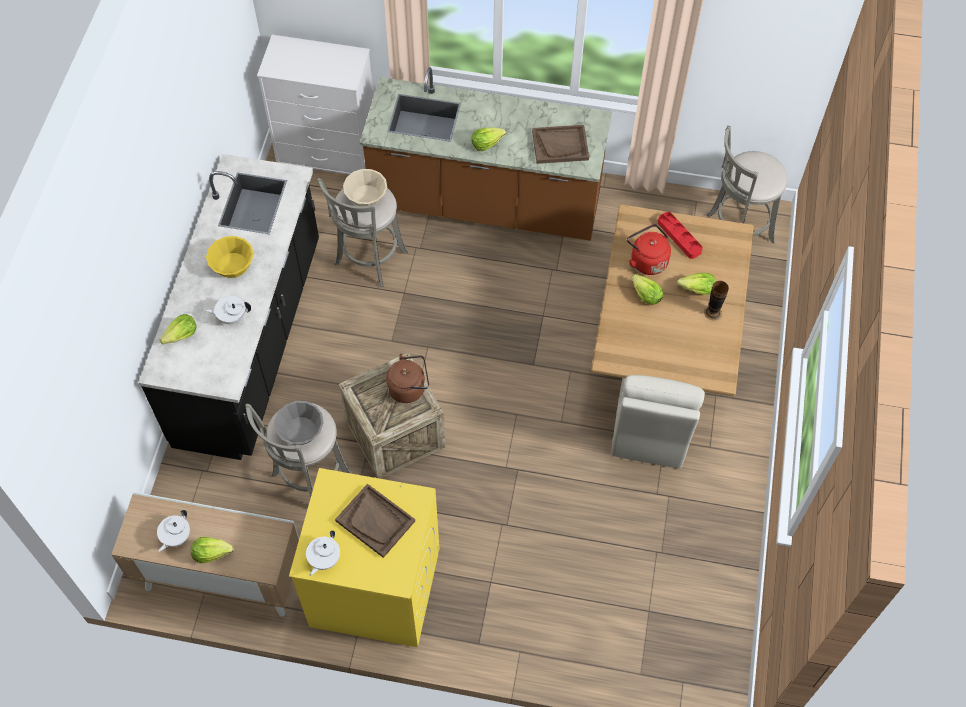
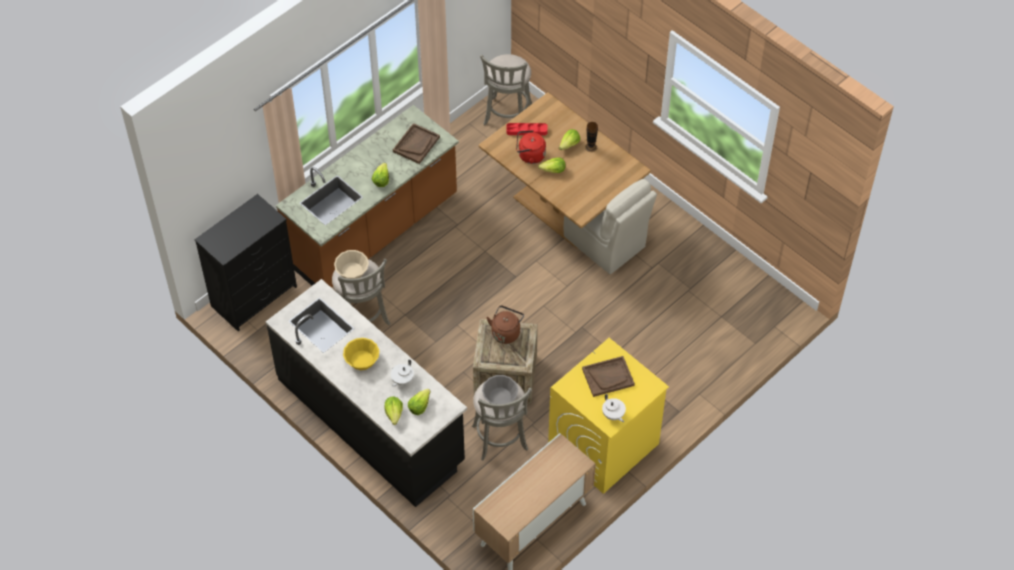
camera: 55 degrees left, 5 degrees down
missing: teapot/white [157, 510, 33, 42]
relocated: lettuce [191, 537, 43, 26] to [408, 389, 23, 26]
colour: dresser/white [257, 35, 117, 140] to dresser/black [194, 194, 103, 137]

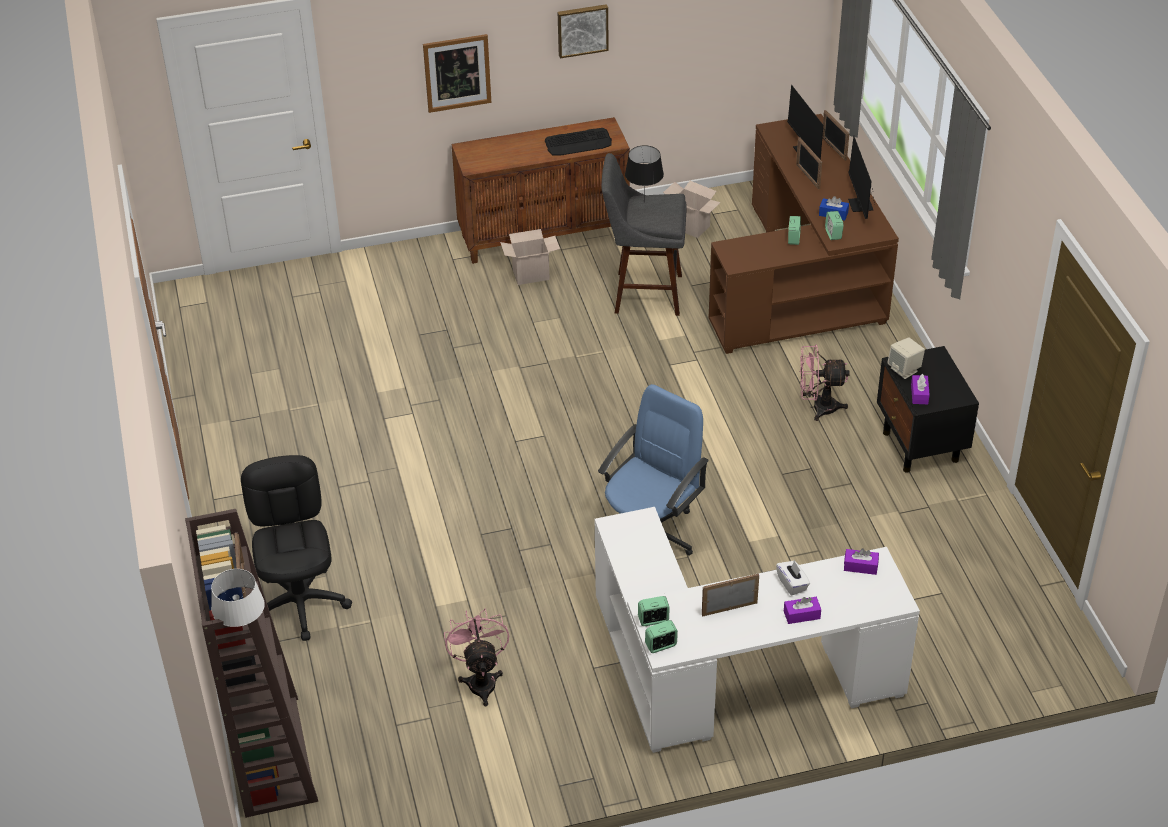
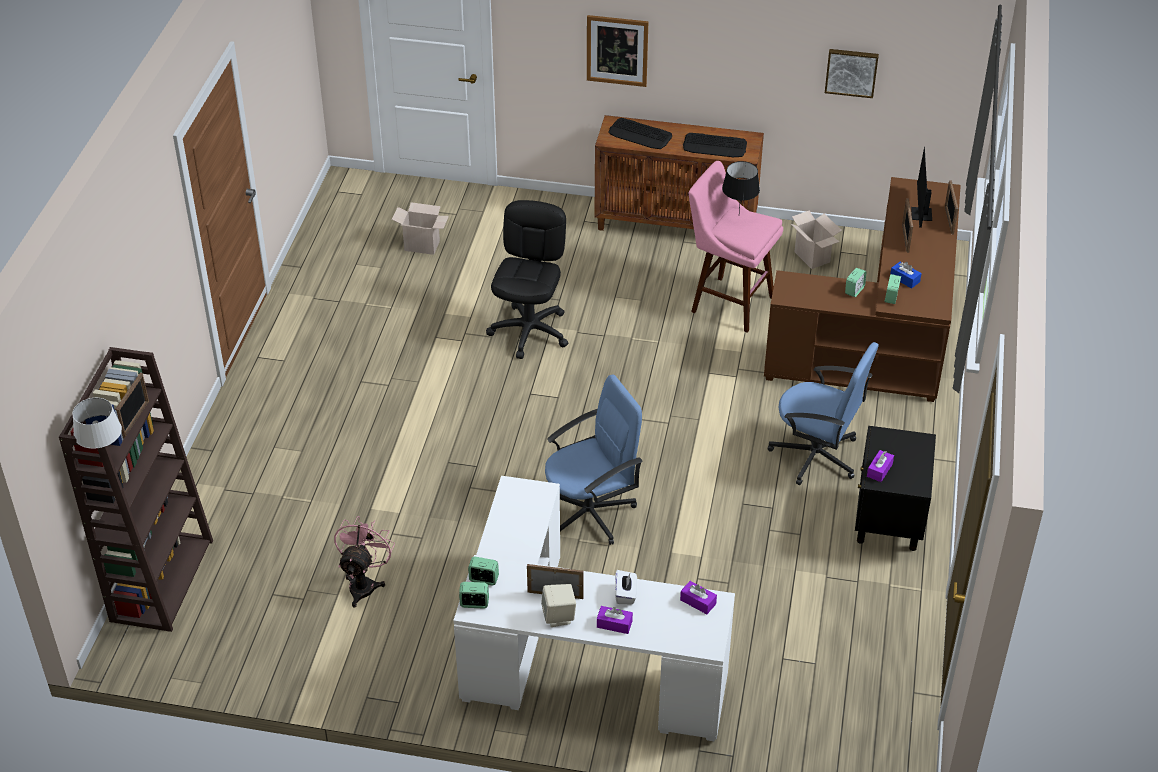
camera: 25 degrees right, 0 degrees up
missing: monitor [848, 136, 27, 83]
appeared: keyboard [608, 118, 64, 31]
relocated: picture [558, 4, 51, 54] to [825, 49, 54, 49]; cardboard box [500, 229, 60, 56] to [392, 202, 57, 53]; speaker/beige [887, 337, 38, 42] to [541, 584, 35, 43]; office chair/black [241, 455, 111, 186] to [486, 200, 82, 159]
exchanged: fan/pink [800, 345, 50, 76] to office chair/blue [768, 342, 111, 143]
colour: stool/grey [601, 153, 86, 163] to stool/pink [689, 161, 94, 172]

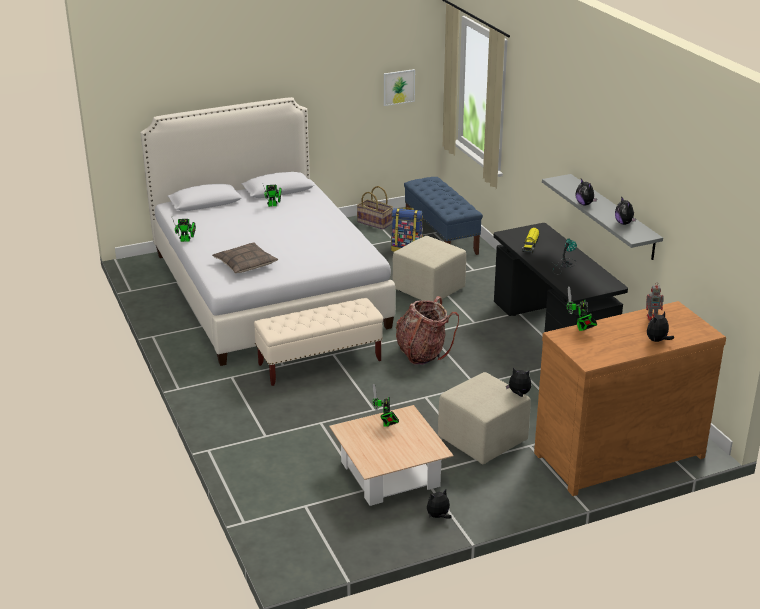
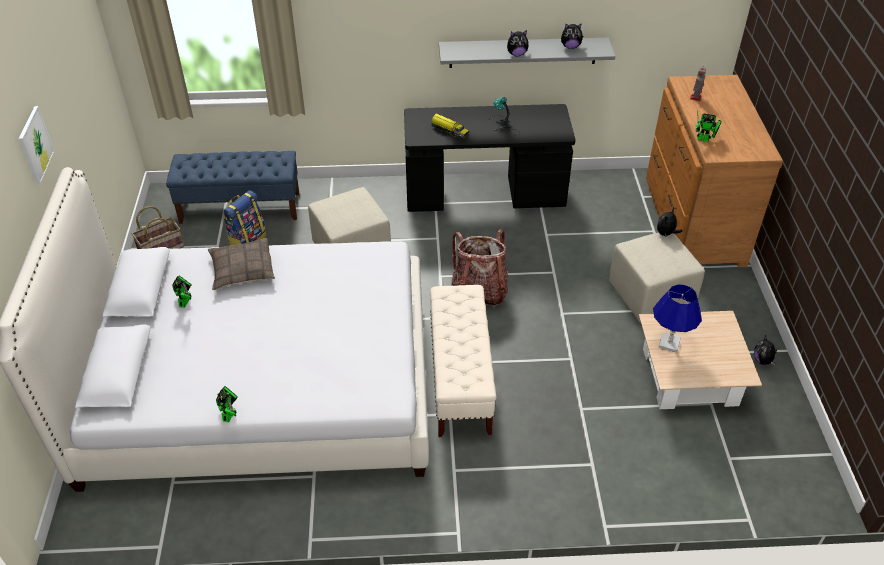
camera: 70 degrees left, 15 degrees up
missing: plush toy [647, 311, 27, 31]
relocated: picture [384, 69, 31, 37] to [19, 106, 36, 78]; pillow [212, 242, 66, 31] to [208, 238, 67, 52]
exchanged: toy robot [373, 384, 26, 43] to table lamp/blue [653, 284, 49, 68]

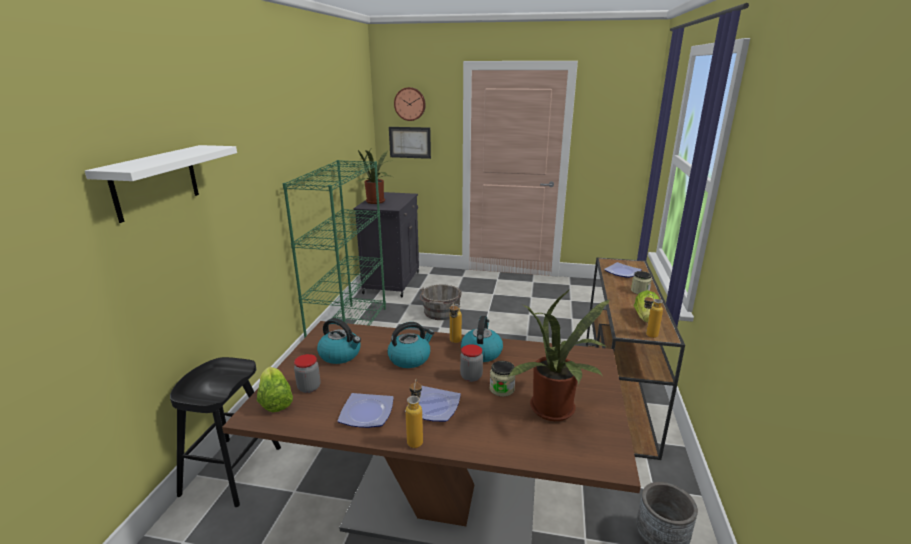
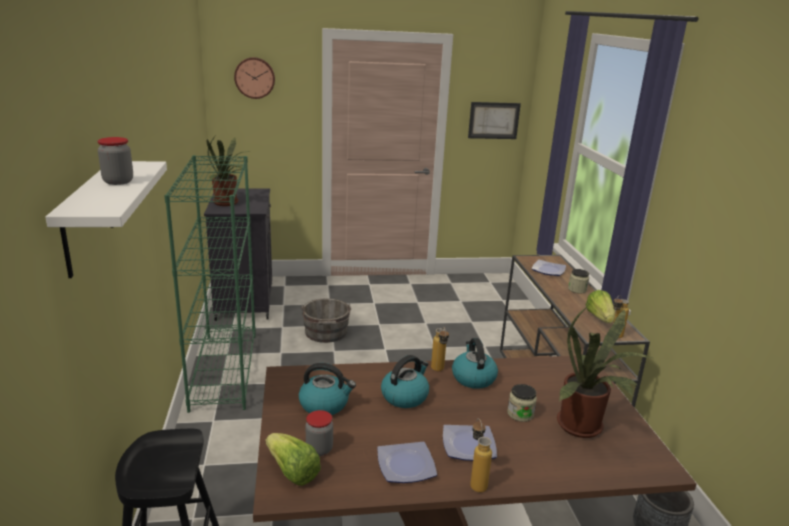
camera: 20 degrees left, 0 degrees up
relocated: picture [389, 127, 42, 32] to [468, 102, 53, 37]; jar [460, 344, 23, 38] to [97, 137, 36, 48]

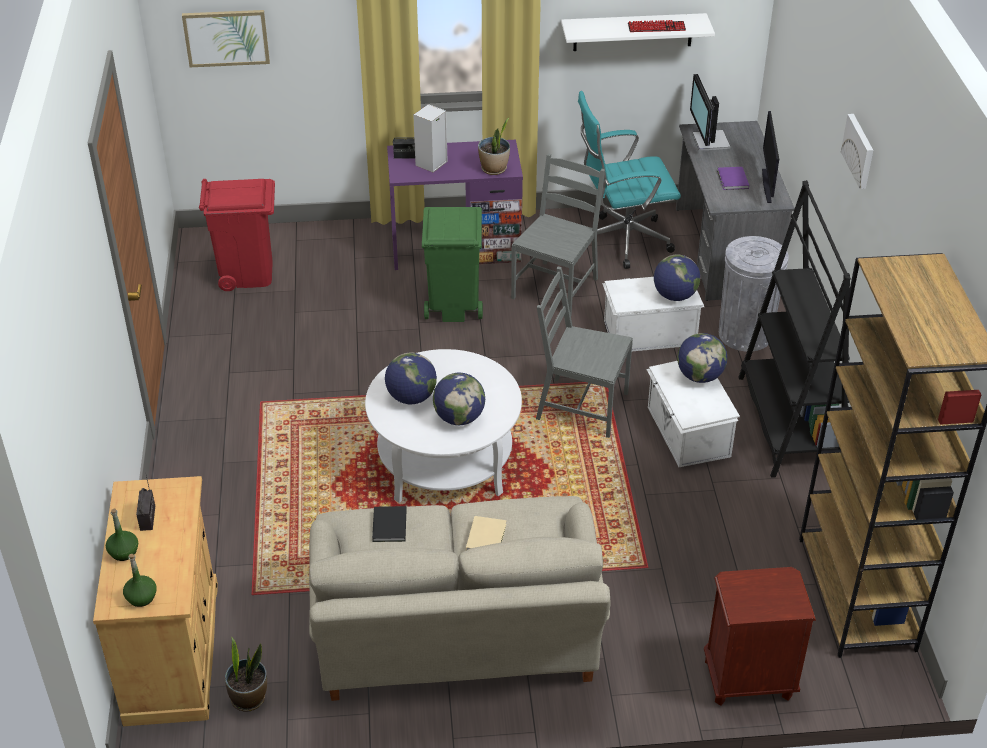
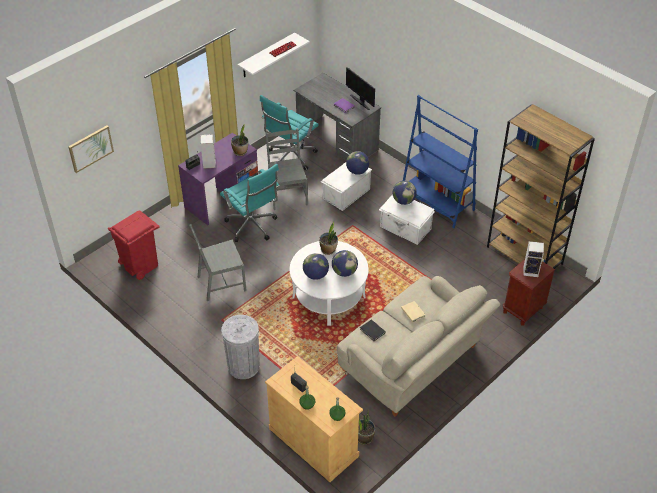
camera: 40 degrees left, 5 degrees up
missing: monitor [690, 74, 41, 77]; picture [841, 114, 32, 75]
appeared: potted plant [319, 222, 19, 33]; speaker [523, 241, 21, 36]
relocated: trash can/grey [719, 236, 70, 115] to [221, 315, 39, 64]; chair/grey [536, 267, 97, 171] to [190, 224, 56, 77]
exchanged: trash can/green [422, 207, 61, 115] to office chair/turquoise [220, 164, 59, 78]
colour: bookcase/black [738, 180, 113, 298] to bookcase/blue [403, 95, 75, 134]

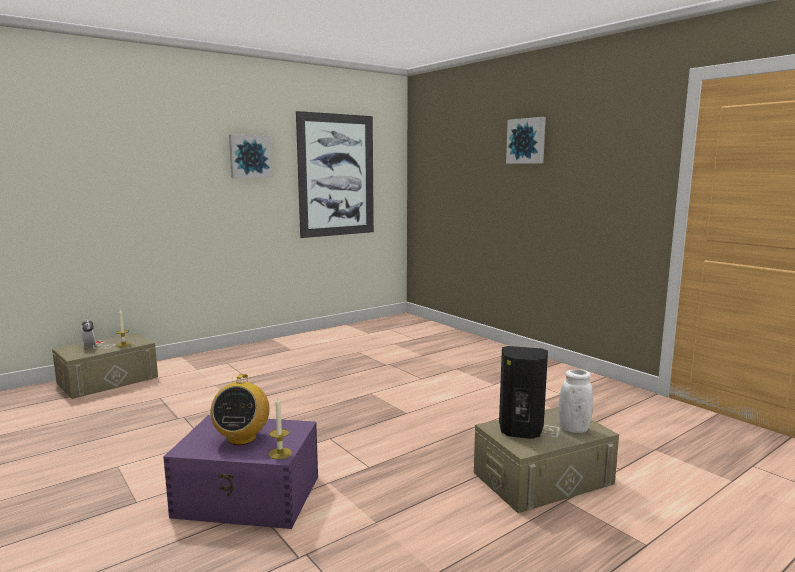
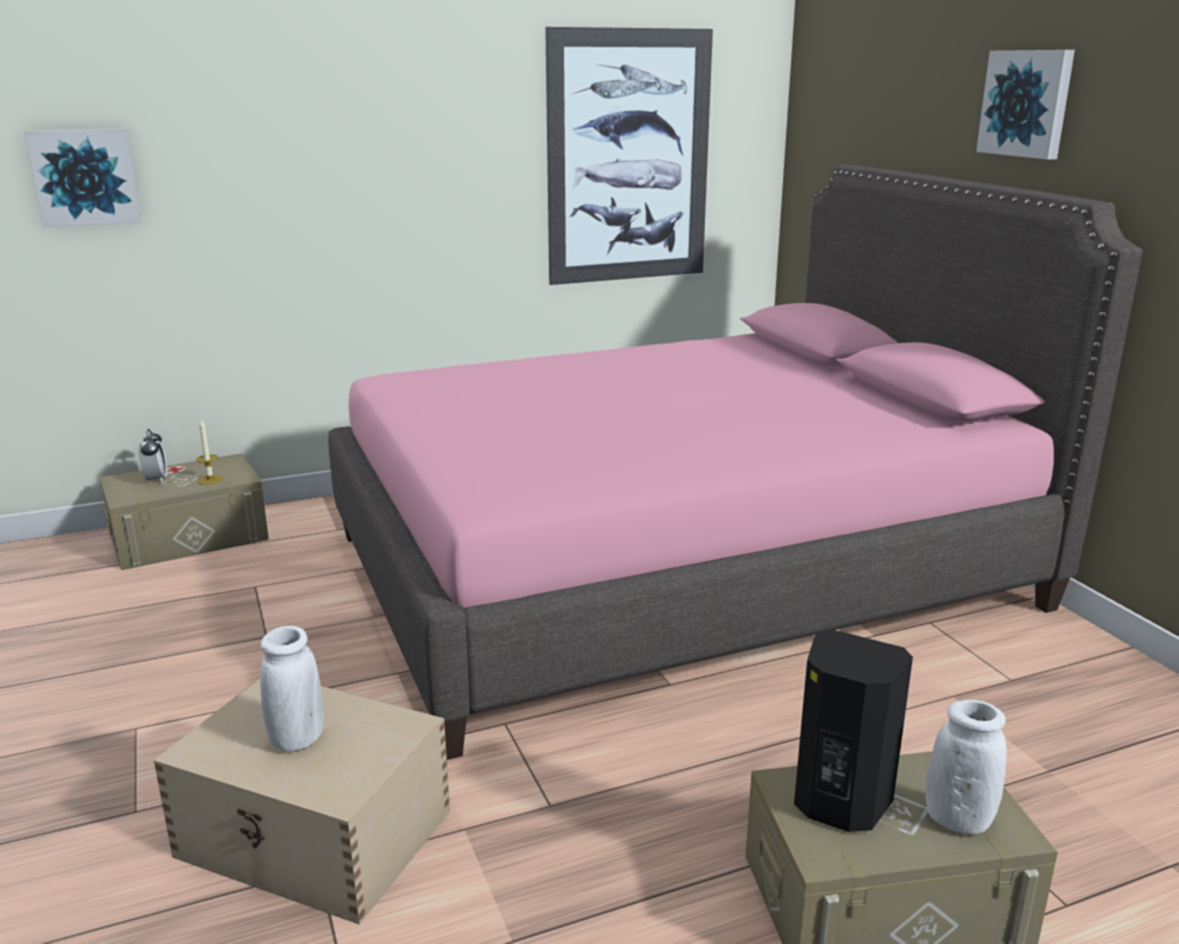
camera: 15 degrees right, 10 degrees up
missing: candle [269, 396, 23, 63]
appeared: bed/pink [328, 165, 815, 595]
relocated: picture [229, 134, 44, 44] to [25, 128, 117, 99]
exchanged: radio [210, 374, 59, 71] to vase/white [260, 626, 64, 126]
colour: storage box/purple [163, 415, 155, 114] to storage box/beige [154, 678, 296, 246]

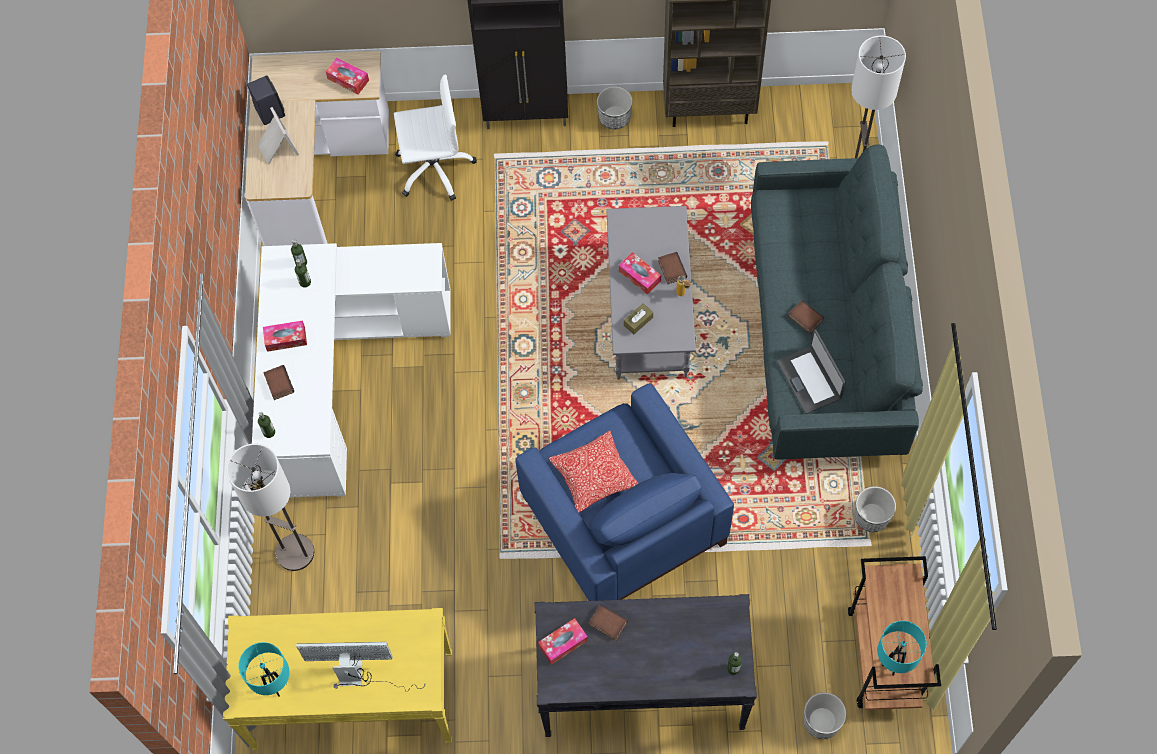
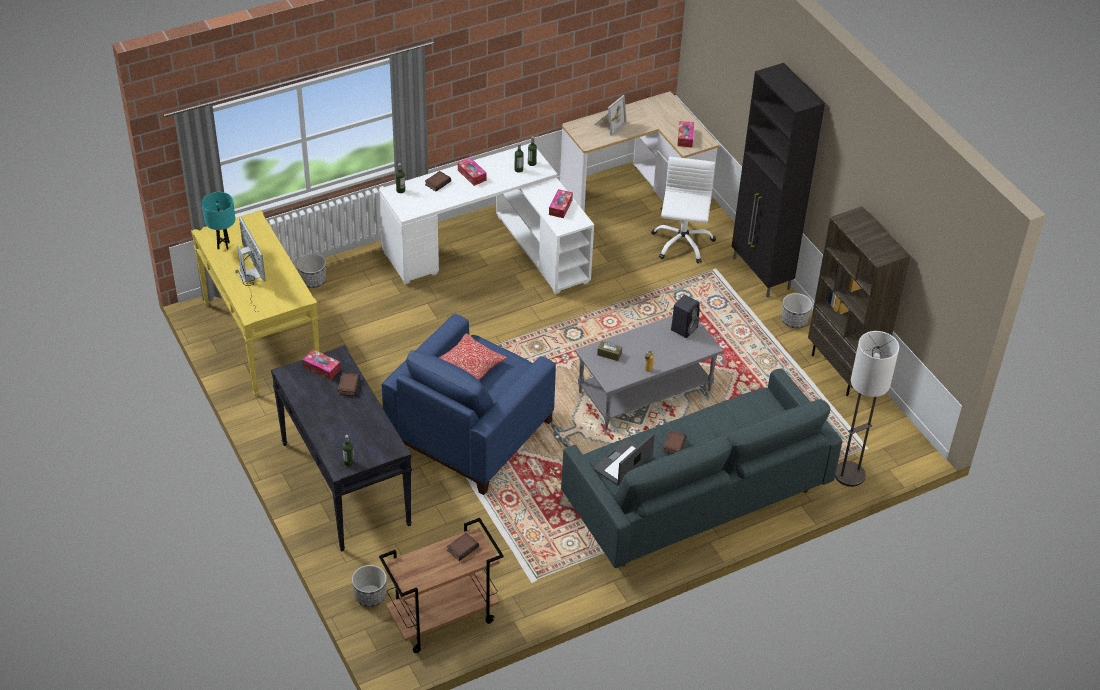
camera: 60 degrees right, 20 degrees down
missing: floor lamp [227, 443, 87, 128]; table lamp/turquoise [877, 621, 50, 55]
relocated: speaker/black [247, 75, 38, 50] to [671, 295, 29, 43]; tissue box [619, 252, 42, 42] to [549, 189, 24, 29]; book [658, 252, 29, 32] to [447, 533, 32, 28]; planter [854, 486, 42, 46] to [297, 253, 29, 35]
spun: office chair/white [394, 74, 83, 127] = [651, 157, 65, 106] 135 degrees counterclockwise

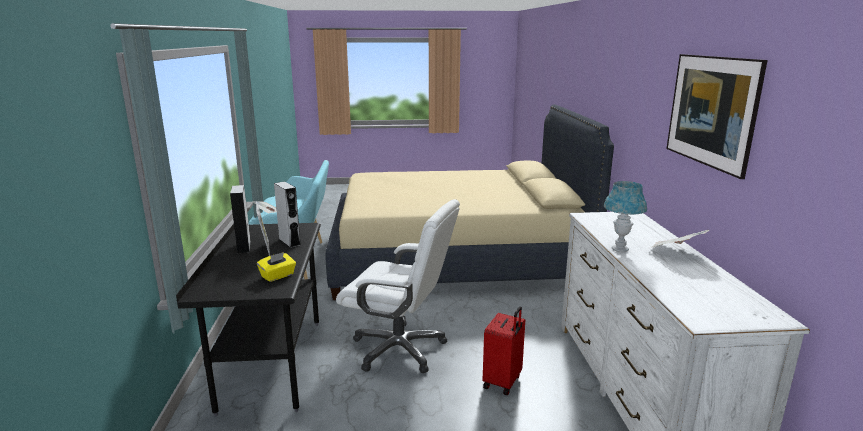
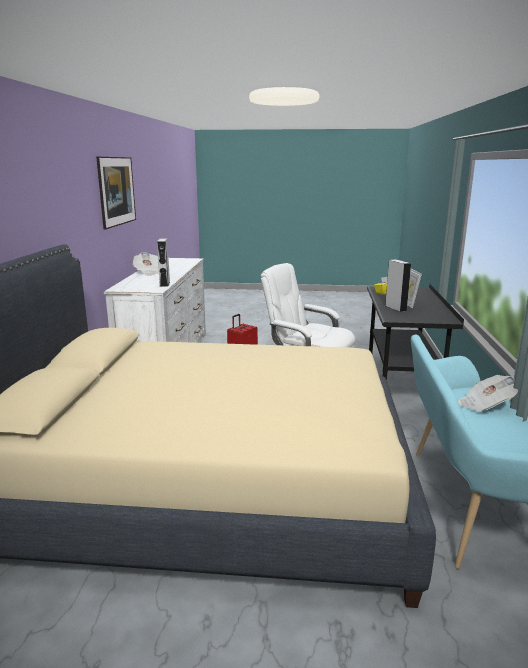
camera: 170 degrees left, 0 degrees up
missing: table lamp/blue [604, 181, 43, 71]
relocated: speaker/grey [230, 185, 21, 68] to [157, 238, 13, 49]

